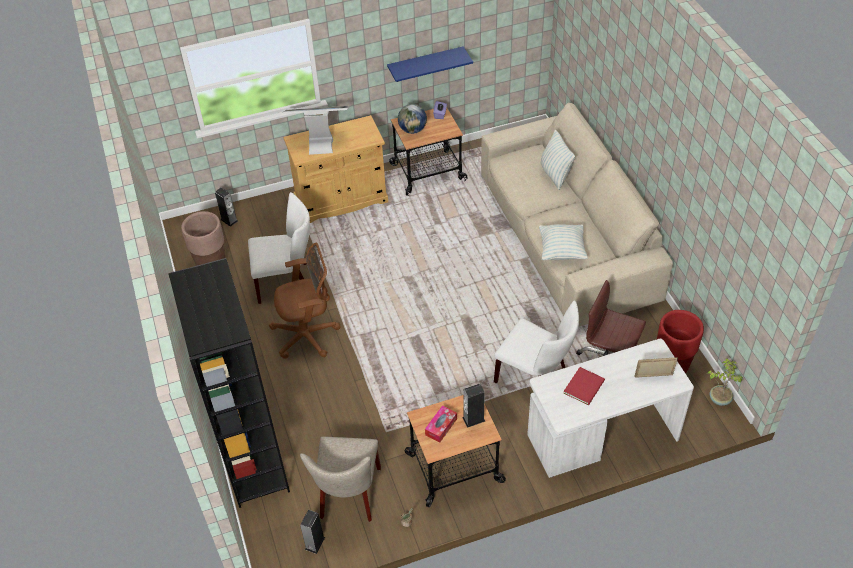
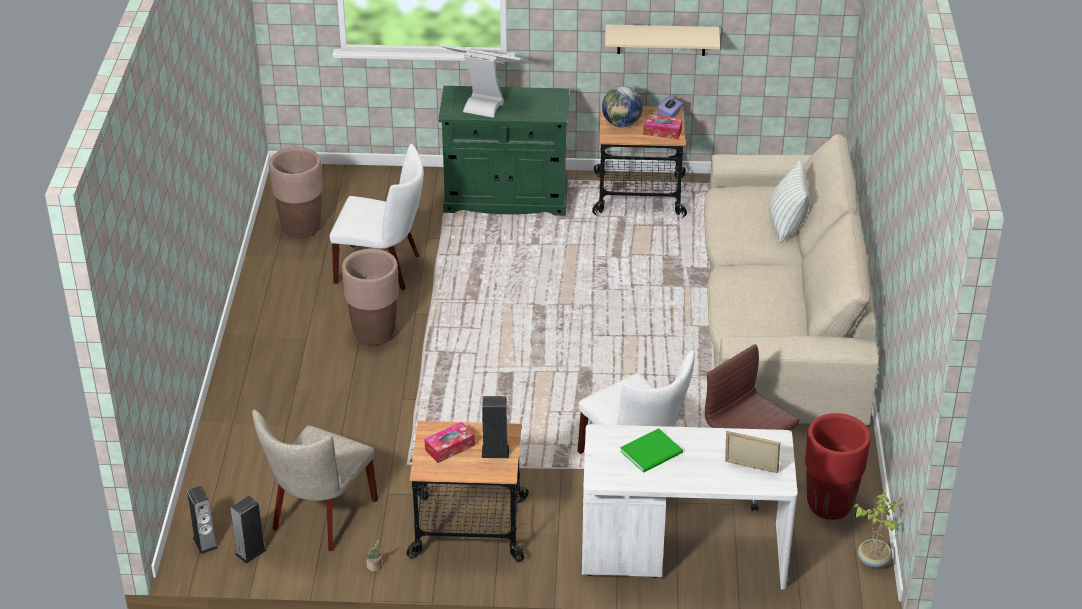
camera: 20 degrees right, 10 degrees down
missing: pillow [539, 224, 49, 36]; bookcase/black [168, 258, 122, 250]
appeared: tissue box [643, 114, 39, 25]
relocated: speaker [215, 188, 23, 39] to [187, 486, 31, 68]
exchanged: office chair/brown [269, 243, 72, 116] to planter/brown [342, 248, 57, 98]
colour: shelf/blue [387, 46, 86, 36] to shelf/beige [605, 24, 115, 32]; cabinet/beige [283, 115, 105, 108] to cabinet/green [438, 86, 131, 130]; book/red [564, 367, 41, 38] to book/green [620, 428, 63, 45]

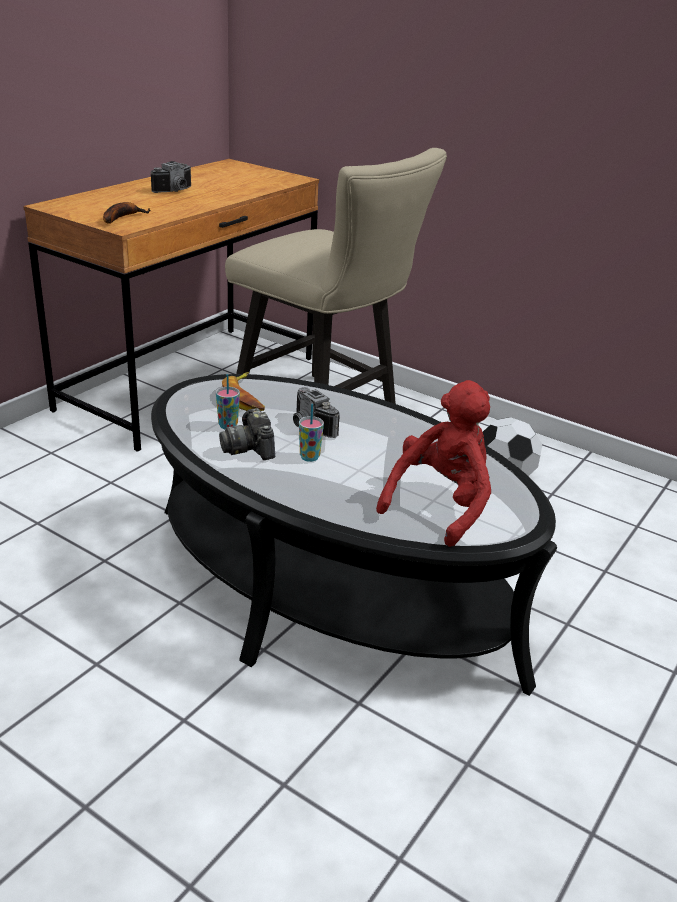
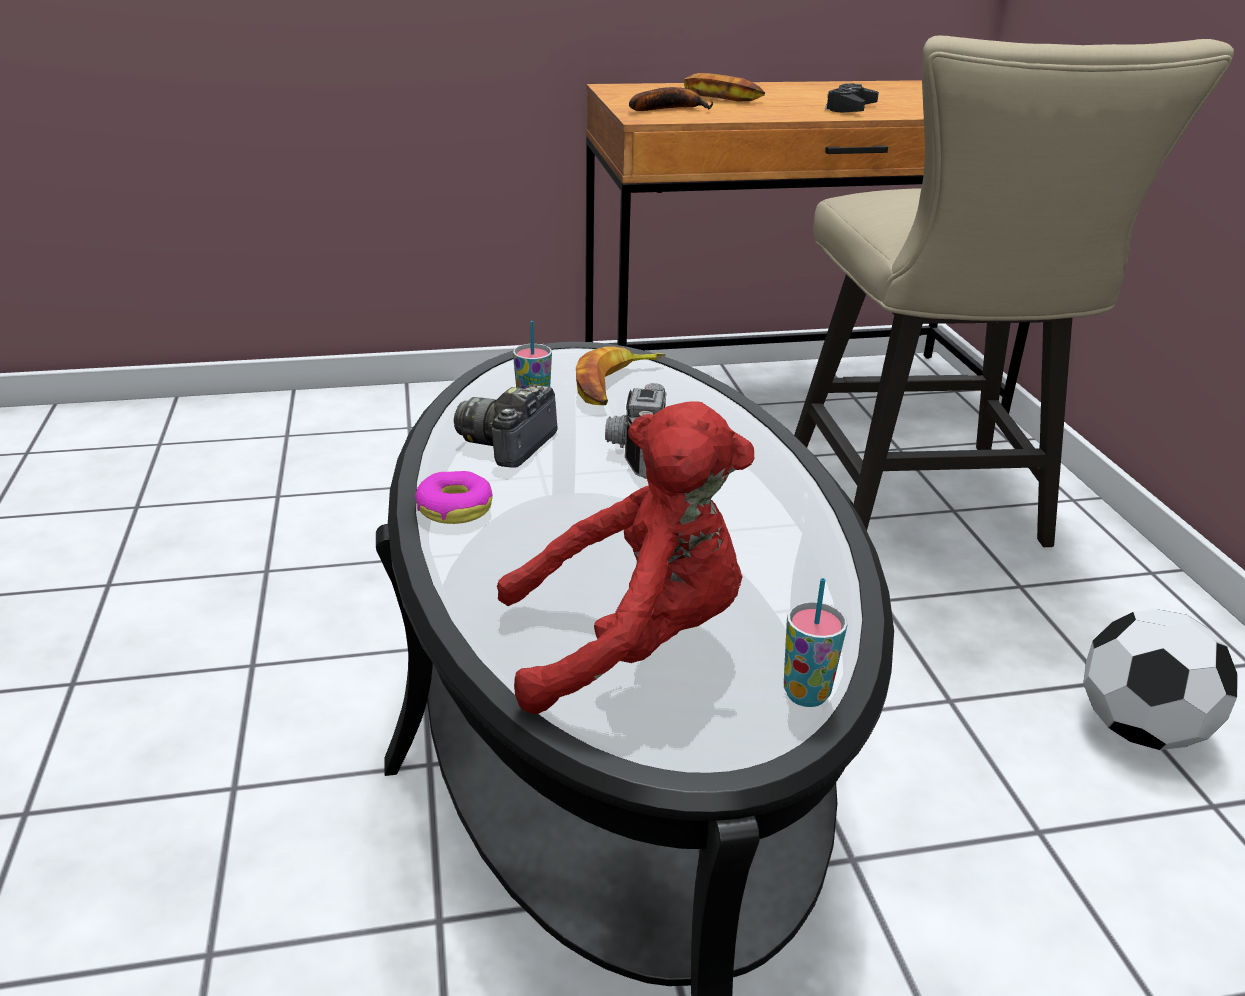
camera: 45 degrees right, 0 degrees up
missing: photo camera [151, 161, 40, 32]
appeared: banana [683, 73, 82, 28]; game controller/black [825, 83, 54, 29]; donut [415, 471, 78, 53]
relocated: cup [299, 404, 25, 58] to [784, 578, 63, 129]

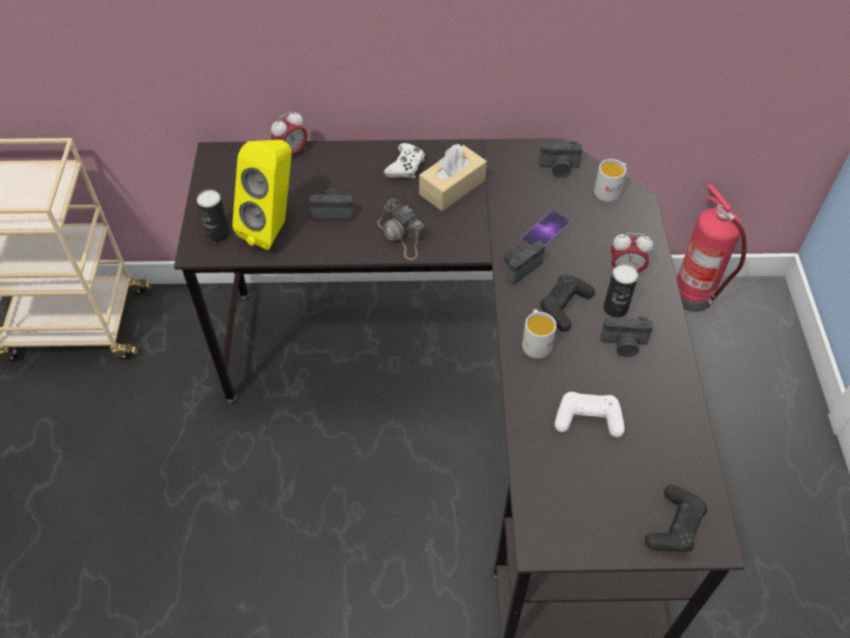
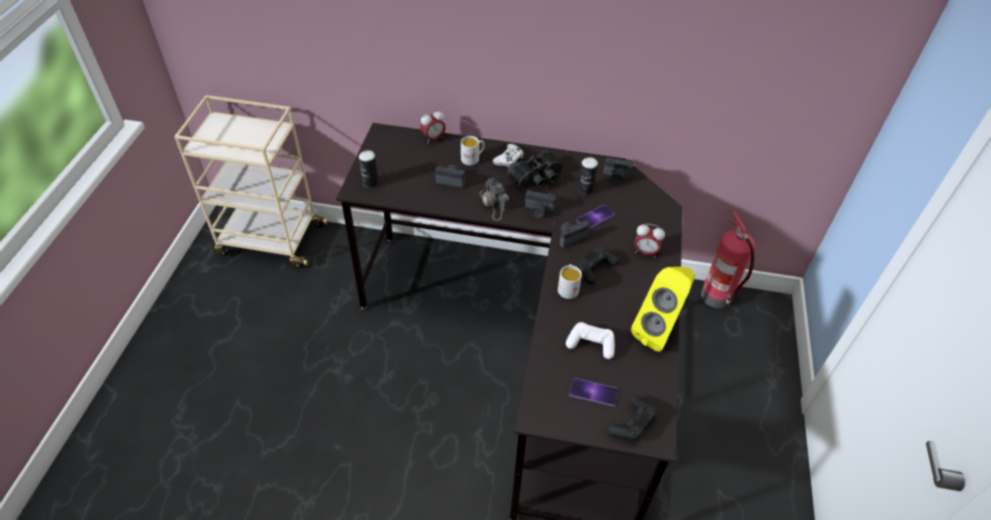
camera: 10 degrees right, 5 degrees down
appeared: phone [569, 378, 49, 28]
relocated: speaker/yellow [232, 140, 60, 110] to [631, 267, 64, 85]; mug/white [594, 159, 33, 43] to [461, 136, 24, 29]; can [604, 264, 34, 54] to [578, 157, 20, 38]; photo camera [601, 316, 52, 41] to [525, 190, 31, 28]
exchanged: tissue box/beige [419, 143, 68, 68] to binoculars/black [507, 150, 56, 39]

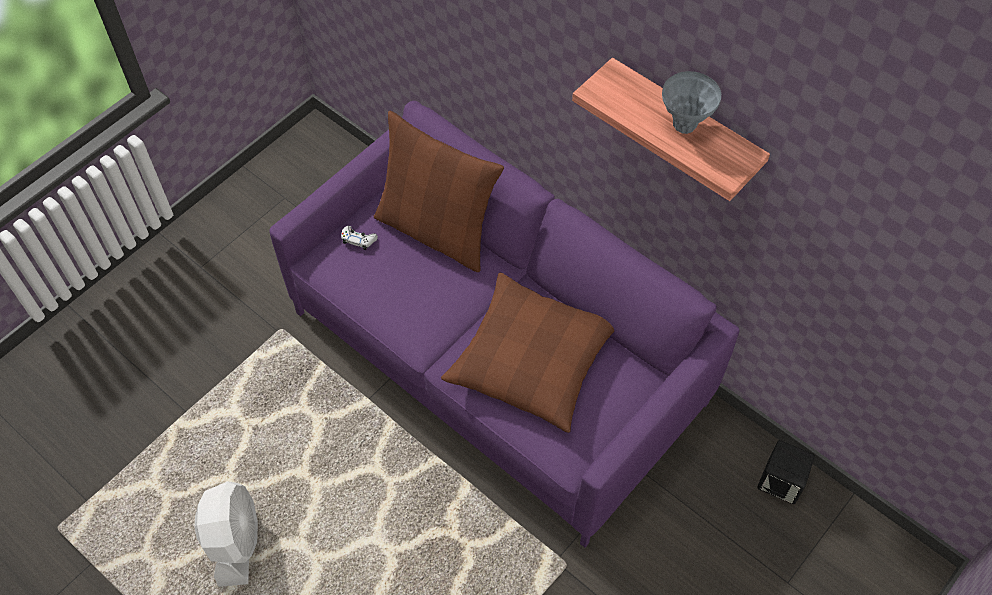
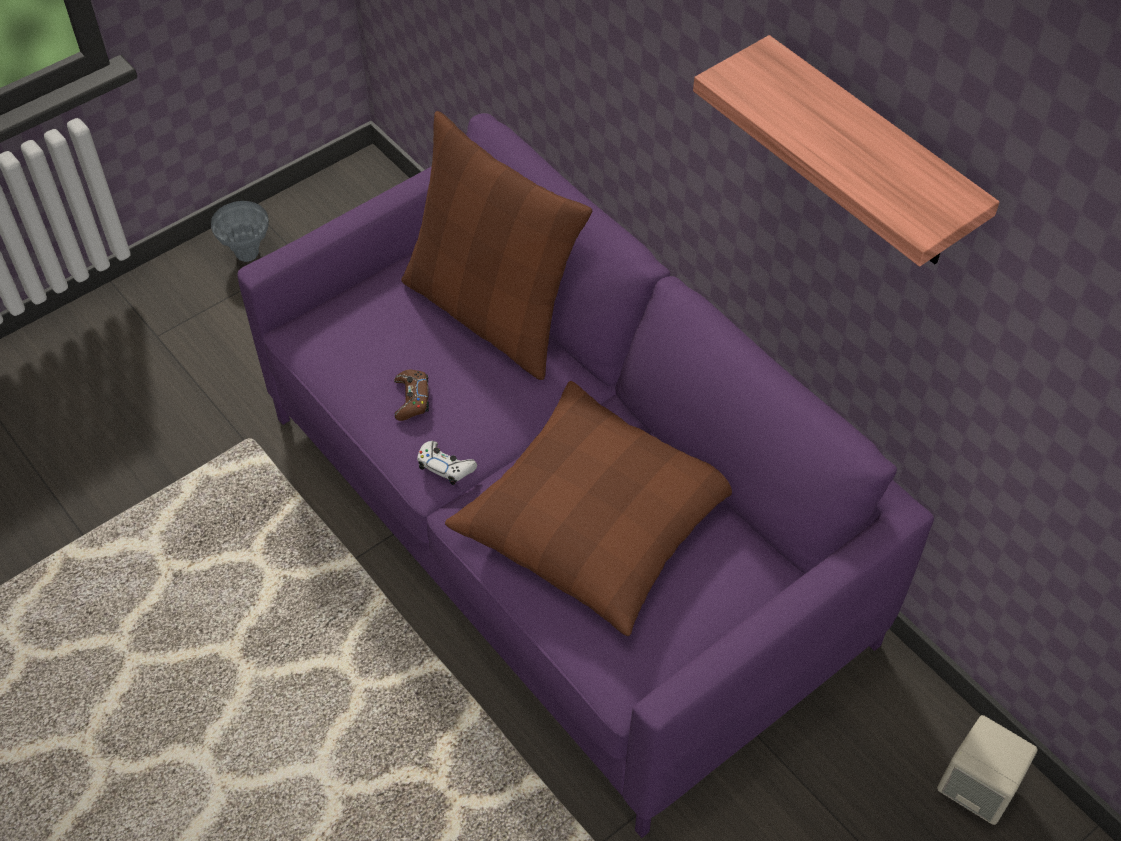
camera: 10 degrees right, 5 degrees down
missing: fan/white [194, 481, 64, 106]
appeared: game controller/brown [394, 370, 35, 51]
relocated: vase/grey [662, 71, 59, 63] to [211, 201, 58, 61]; game controller/white [341, 226, 37, 24] to [417, 441, 60, 44]
colour: speaker/black [757, 440, 58, 64] to speaker/beige [937, 715, 101, 110]

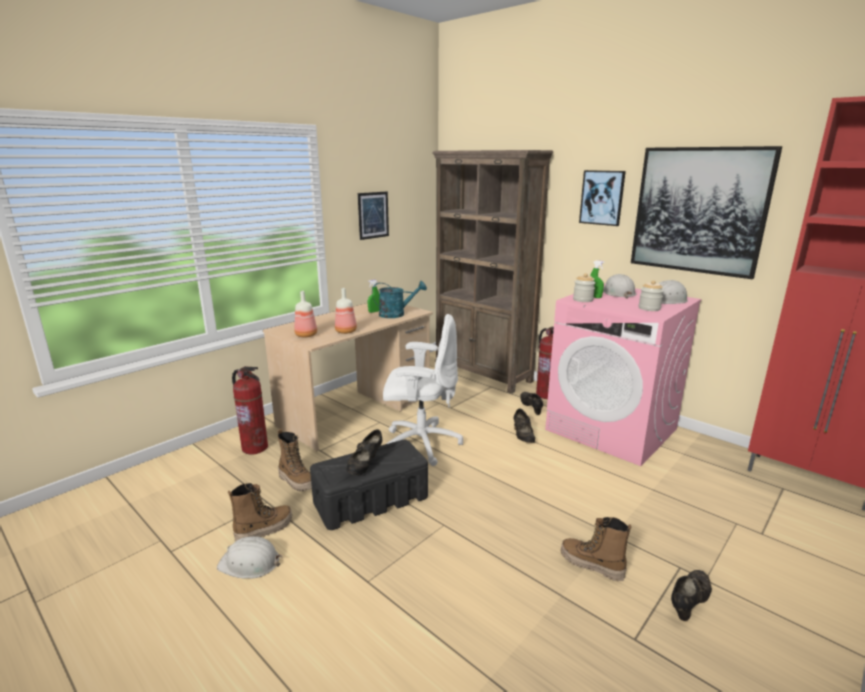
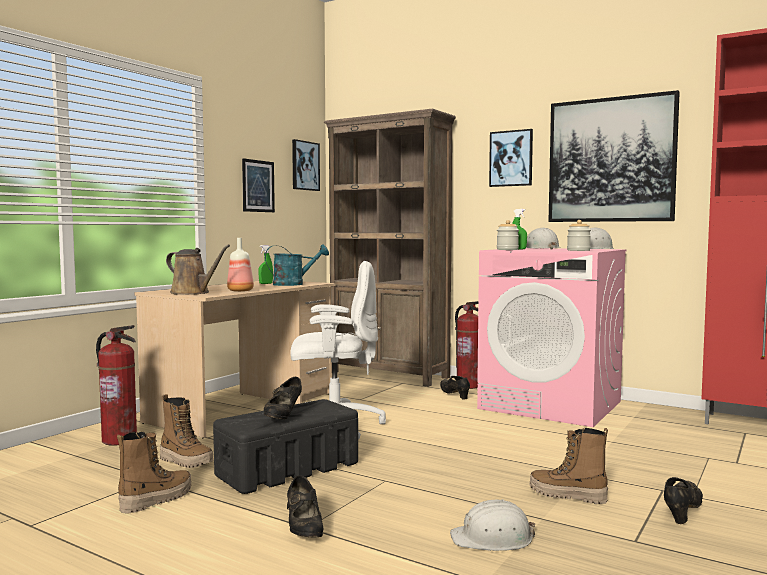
camera: 10 degrees left, 15 degrees down
appeared: picture [292, 139, 28, 52]
relocated: shoe/black [514, 408, 21, 35] to [287, 475, 36, 62]; hard hat/white [217, 536, 65, 43] to [450, 499, 85, 52]
exchanged: bottle [294, 291, 23, 47] to watering can/brown [166, 244, 64, 51]

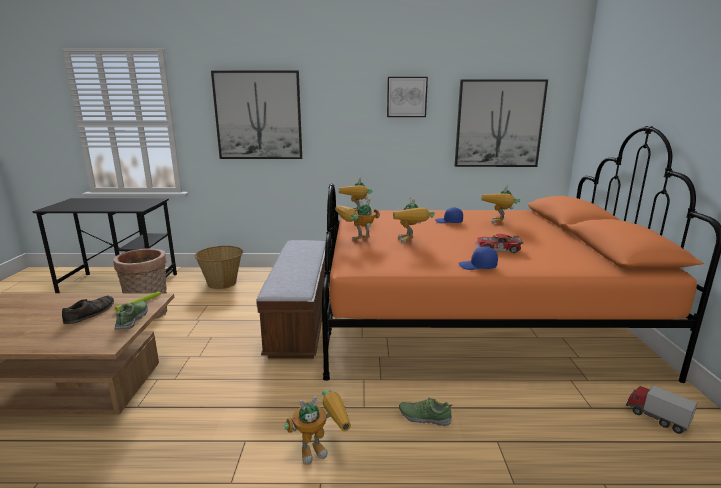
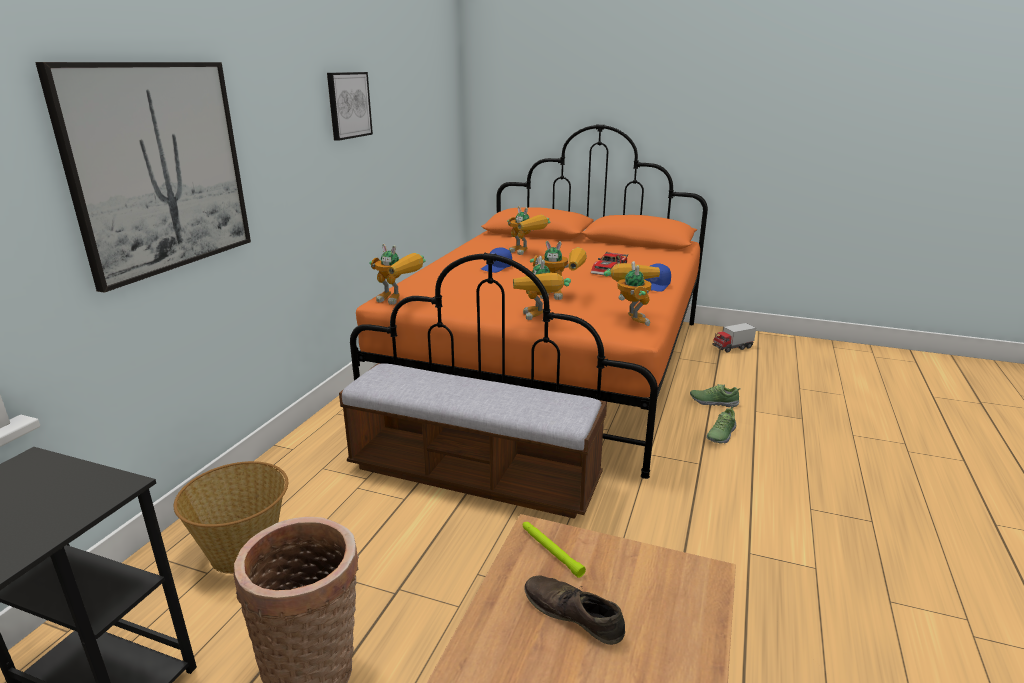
camera: 70 degrees left, 5 degrees up
missing: picture [455, 79, 93, 88]
relocated: shoe [115, 301, 33, 29] to [690, 384, 51, 23]; toy robot [284, 390, 67, 75] to [604, 261, 56, 65]

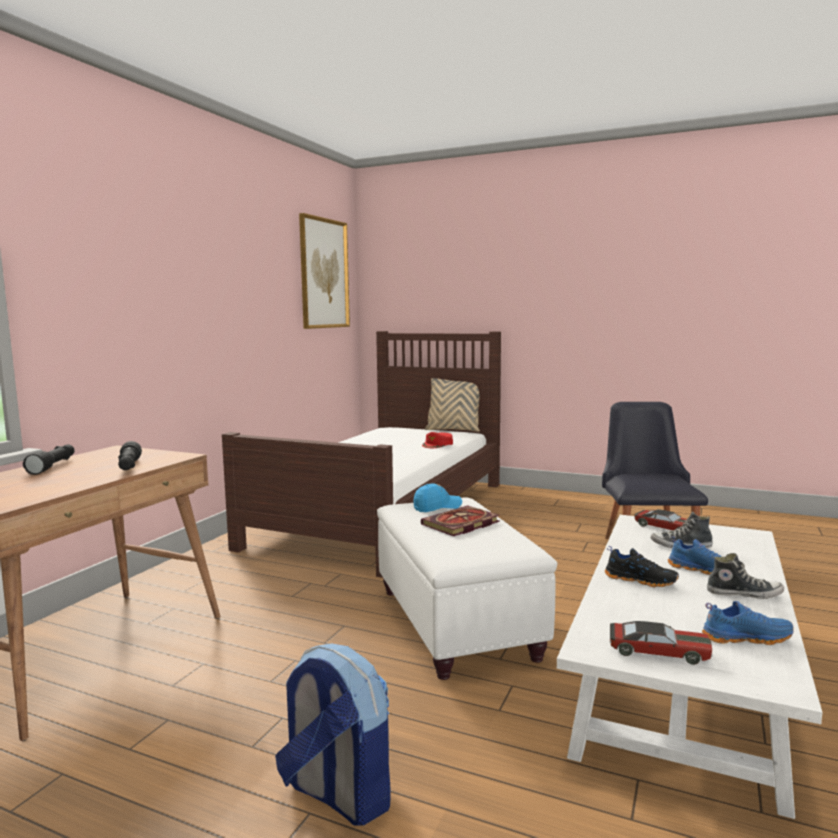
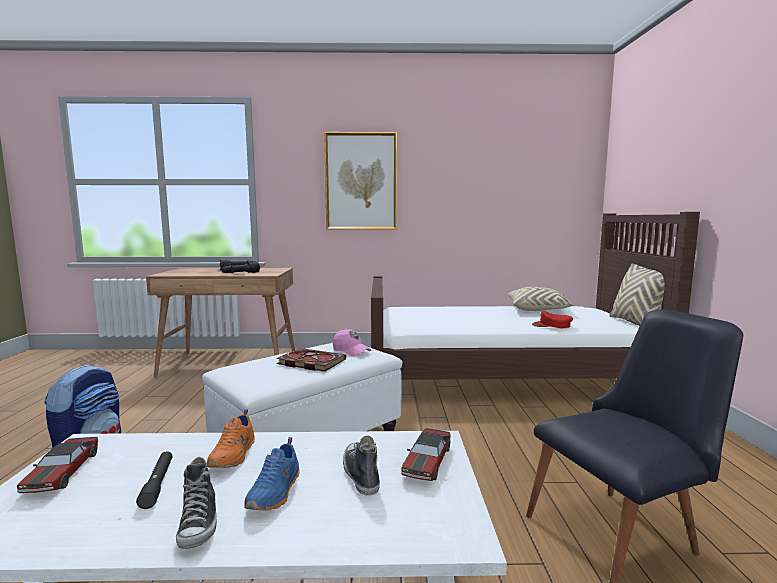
camera: 65 degrees right, 0 degrees up
missing: shoe/blue [702, 601, 92, 44]
appeared: pillow/beige [508, 287, 66, 24]; flashlight/black [136, 451, 36, 58]
relocated: picture [299, 213, 51, 116] to [324, 132, 73, 98]
colour: cap/blue [413, 483, 49, 29] to cap/pink [333, 329, 38, 27]; shoe/black [605, 546, 74, 41] to shoe/orange [207, 409, 48, 59]

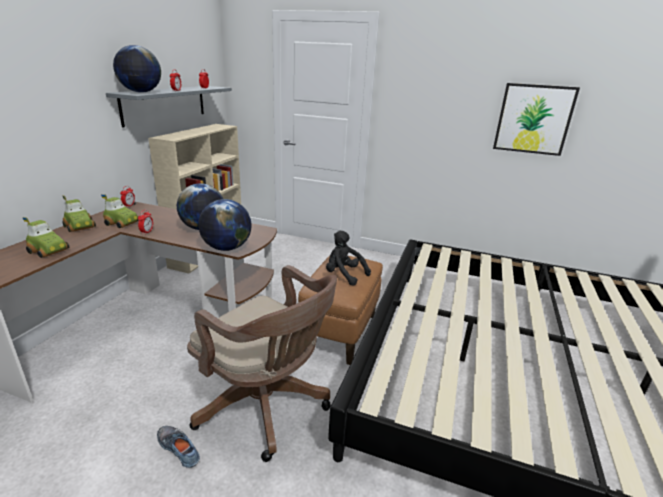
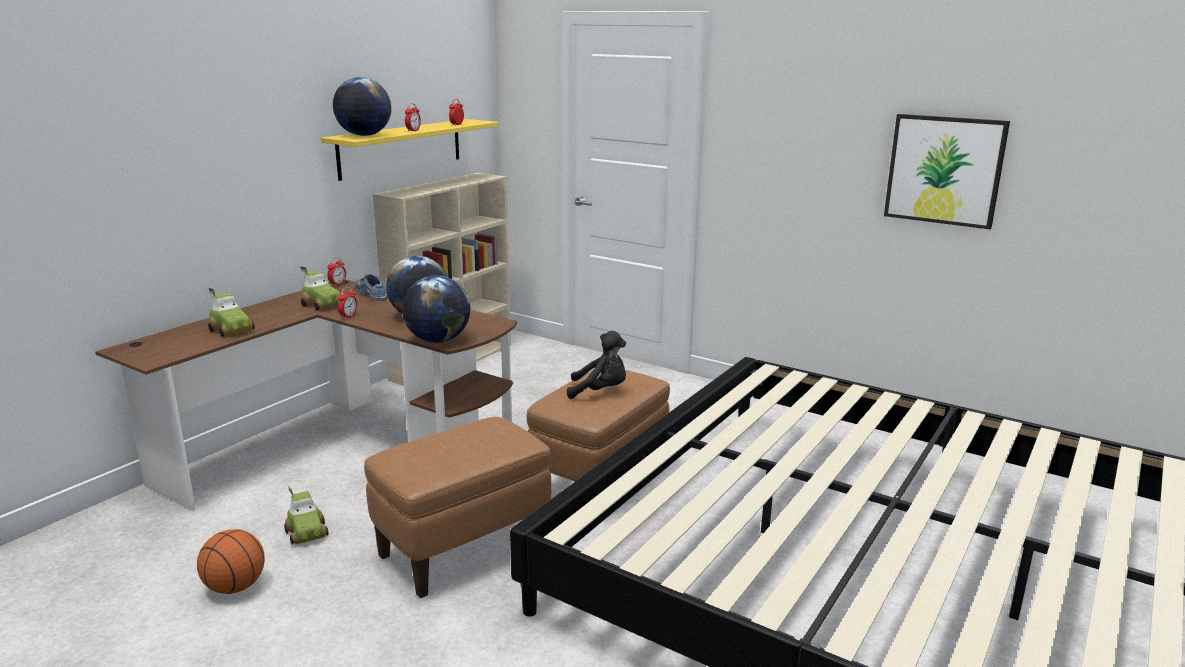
camera: 15 degrees right, 5 degrees down
appeared: basketball [197, 529, 68, 65]
relocated: toy car [62, 195, 34, 37] to [284, 486, 45, 59]; shoe [157, 426, 43, 42] to [355, 274, 32, 27]
exchanged: office chair/brown [187, 265, 150, 197] to ottoman/brown [364, 417, 187, 181]
colour: shelf/grey [106, 86, 126, 42] to shelf/yellow [321, 119, 178, 62]
spun: plush toy/black [326, 231, 45, 55] = [567, 331, 59, 68] 135 degrees clockwise

